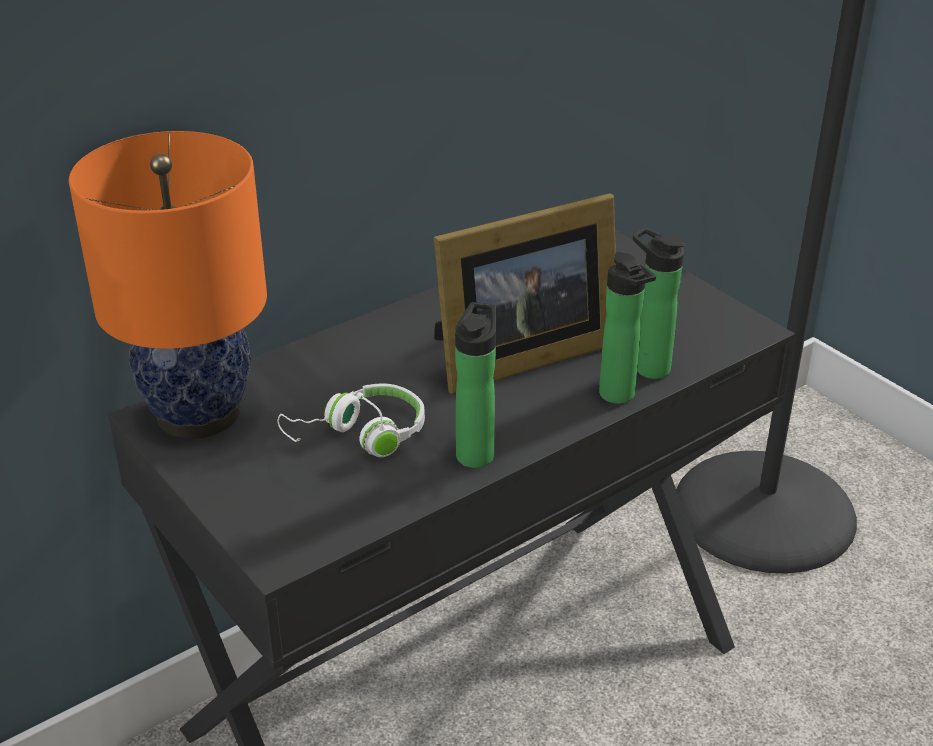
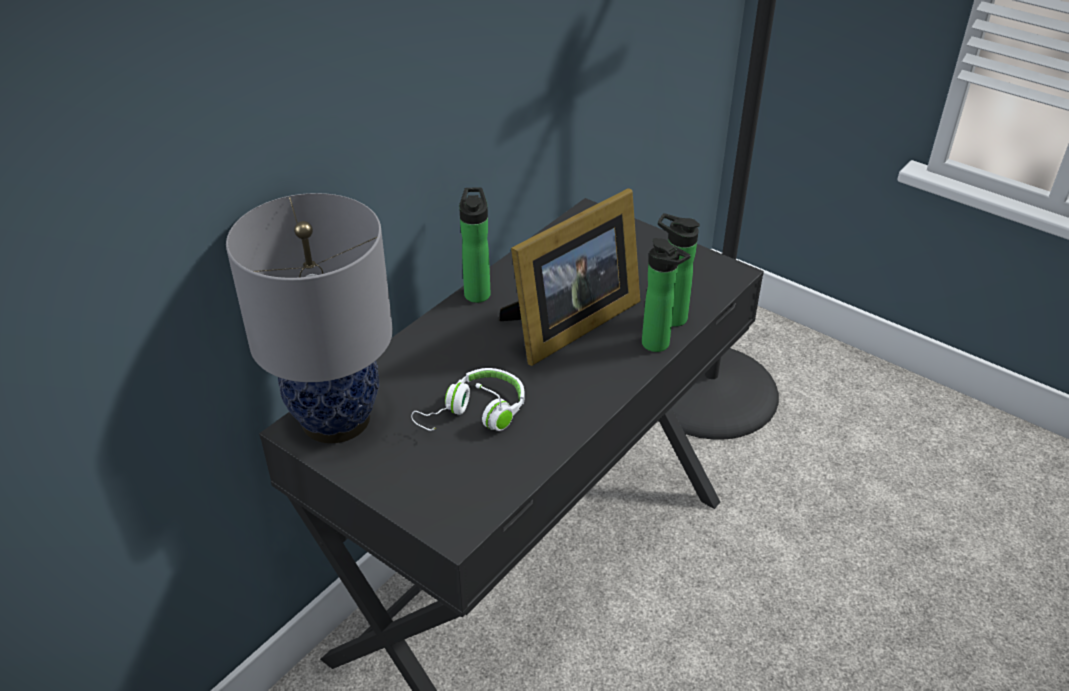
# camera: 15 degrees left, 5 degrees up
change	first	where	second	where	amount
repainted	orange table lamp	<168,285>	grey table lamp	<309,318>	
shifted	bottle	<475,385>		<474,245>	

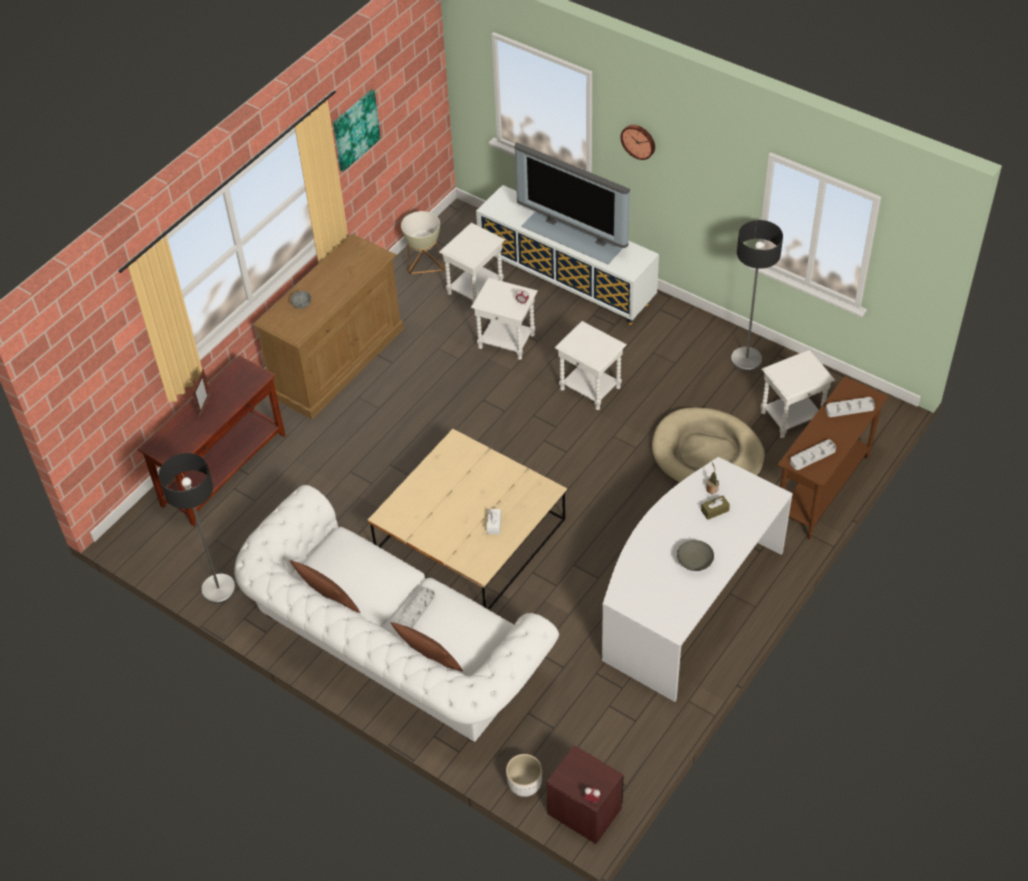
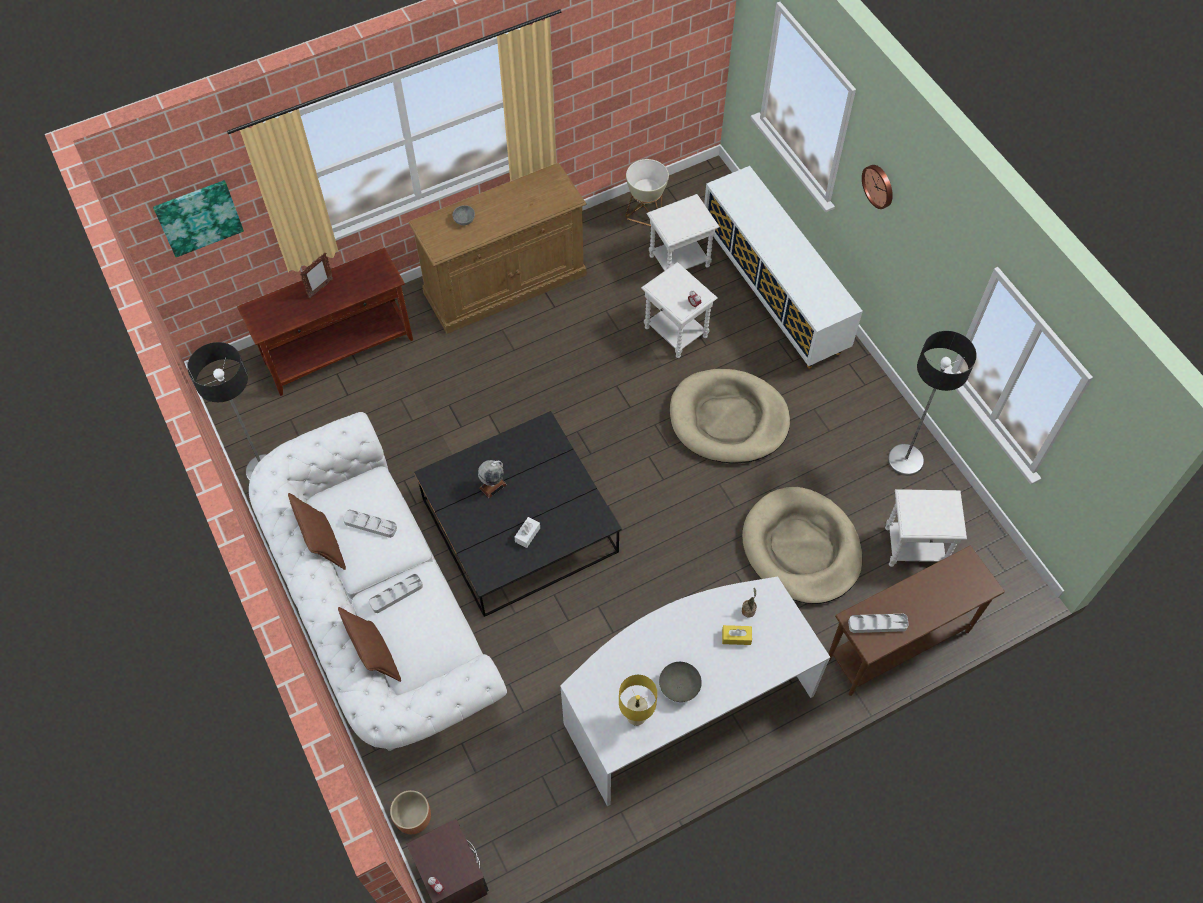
# camera: 25 degrees right, 10 degrees up
change	first	where	second	where	amount
shifted	picture	<357,130>		<198,218>	
shifted	grey tray	<850,407>		<370,523>	
repainted	white planter	<524,775>	brown planter	<410,812>	
repainted	beige coffee table	<467,519>	black coffee table	<517,514>	
new			globe	<492,479>	
new			yellow table lamp	<638,700>	
swapped	white side table	<590,365>	beige dog bed	<730,416>	
repainted	brown tissue box	<715,508>	yellow tissue box	<737,635>	
gone	television	<572,203>			

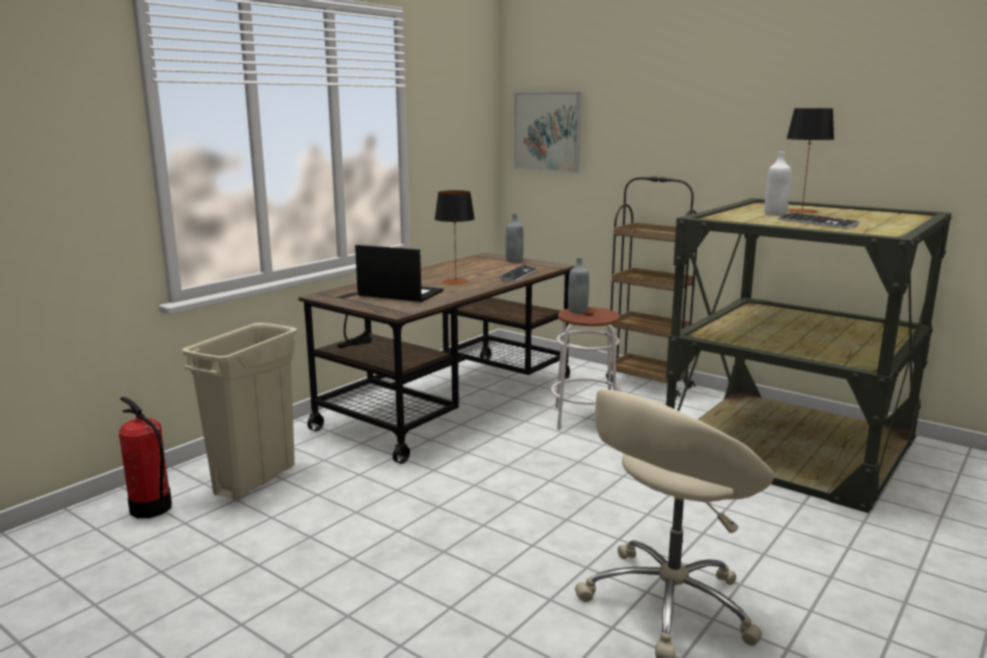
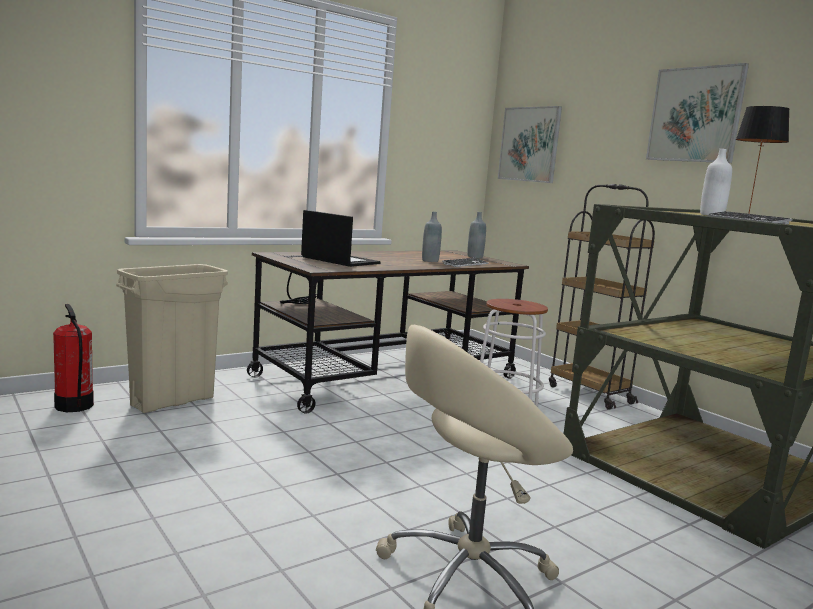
# camera: 15 degrees right, 5 degrees down
change	first	where	second	where	amount
shifted	grey bottle	<578,285>		<432,237>	
new			picture	<697,113>	
gone	table lamp	<455,237>			

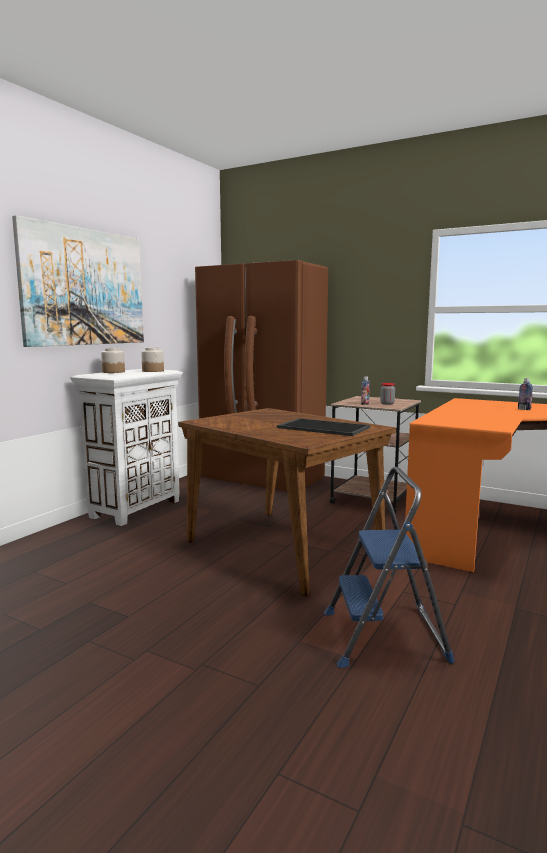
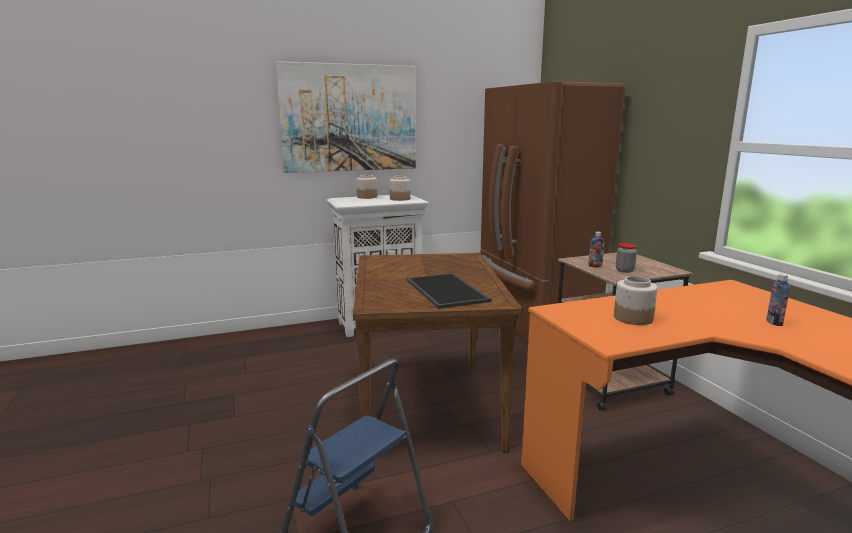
# camera: 40 degrees right, 5 degrees up
change	first	where	second	where	amount
new			jar	<635,300>	

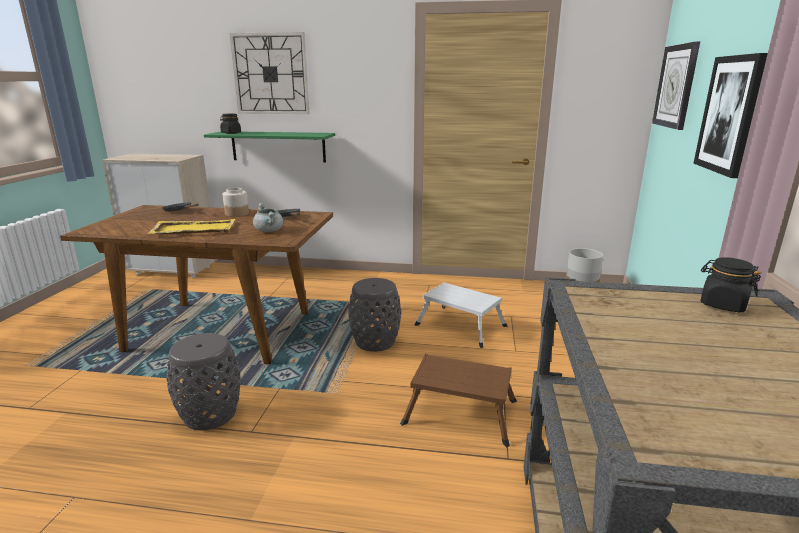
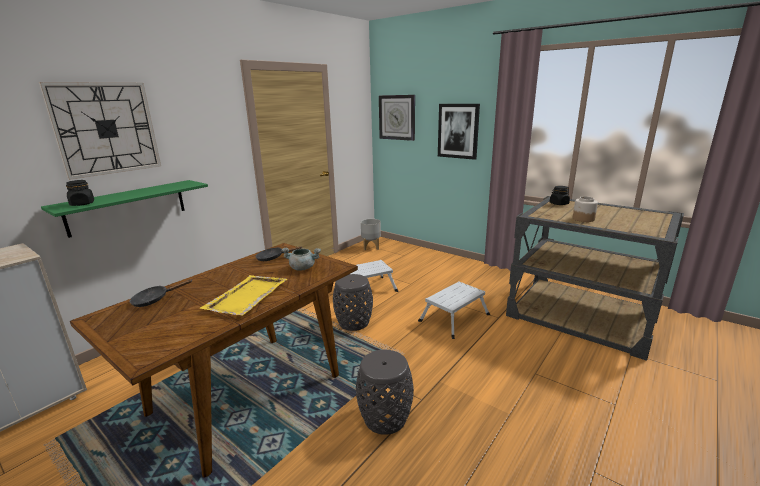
# camera: 60 degrees left, 0 degrees up
change	first	where	second	where	amount
repainted	brown step ladder	<458,400>	white step ladder	<454,310>	
shifted	jar	<236,202>		<585,209>	

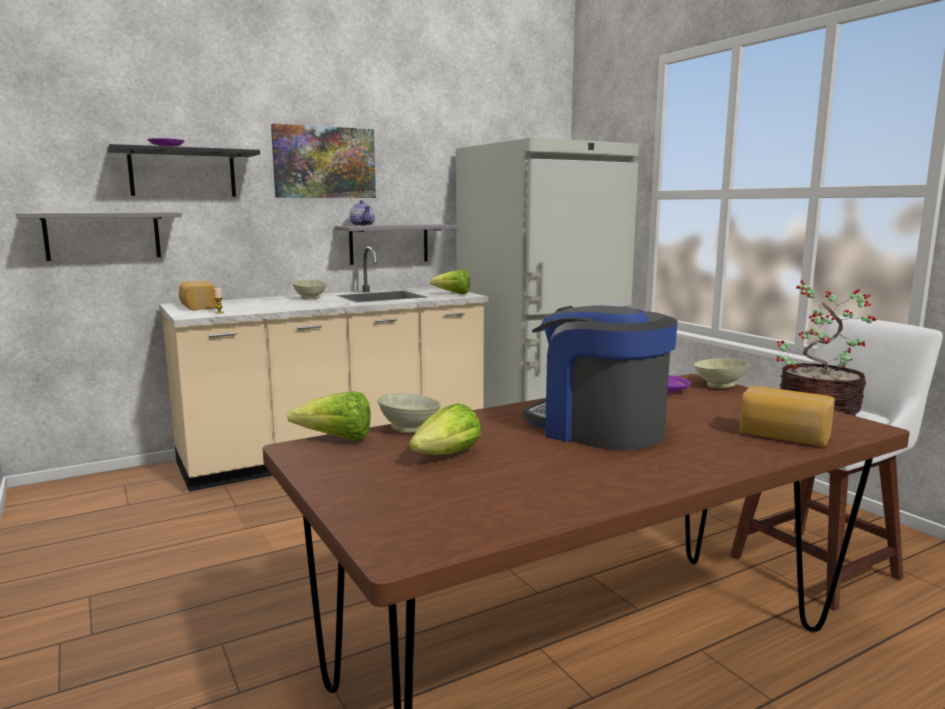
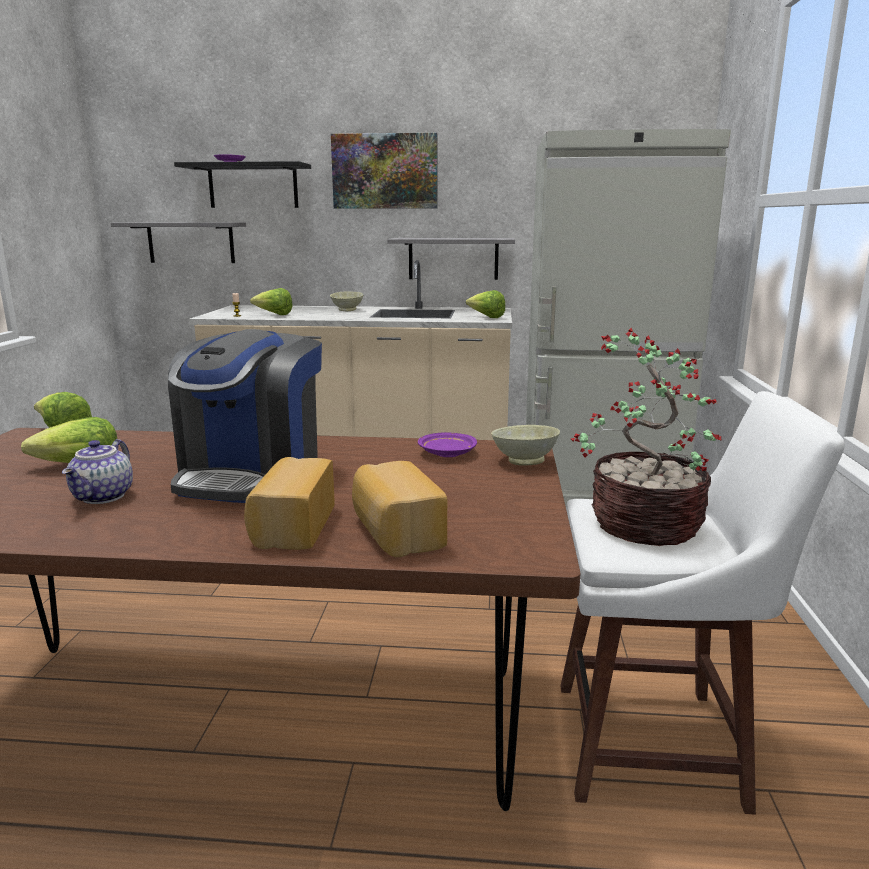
# camera: 35 degrees right, 5 degrees up
change	first	where	second	where	amount
shifted	teapot	<362,213>		<97,471>	
rotated	coffee machine	<600,378>		<245,416>	150 degrees counterclockwise
shifted	bread	<198,296>		<289,503>	
new			lettuce	<271,301>	
gone	beige bowl	<409,413>			

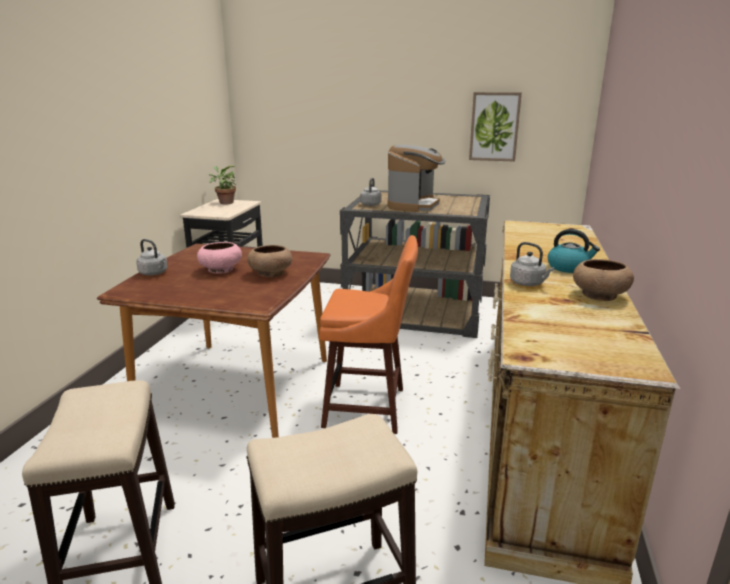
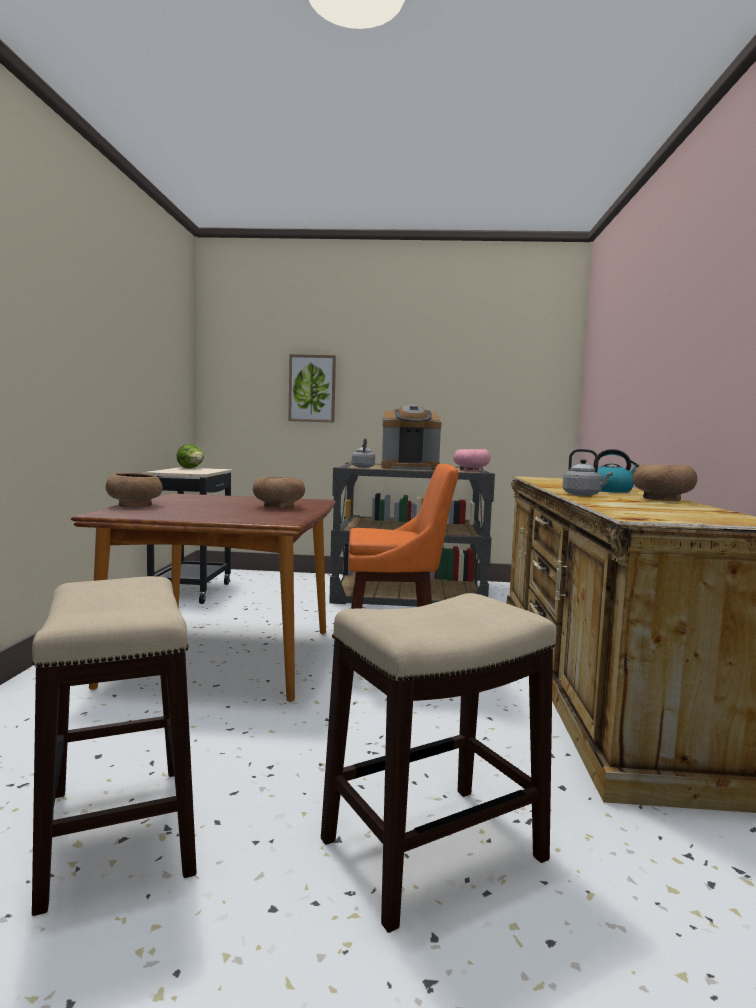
# camera: 10 degrees left, 15 degrees down
change	first	where	second	where	amount
swapped	grey kettle	<152,257>	brown bowl	<134,490>	
swapped	potted plant	<223,184>	lettuce	<190,456>	
shifted	picture	<495,127>		<312,388>	
rotated	coffee machine	<416,178>		<411,437>	75 degrees clockwise
shifted	pink bowl	<219,257>		<472,460>	

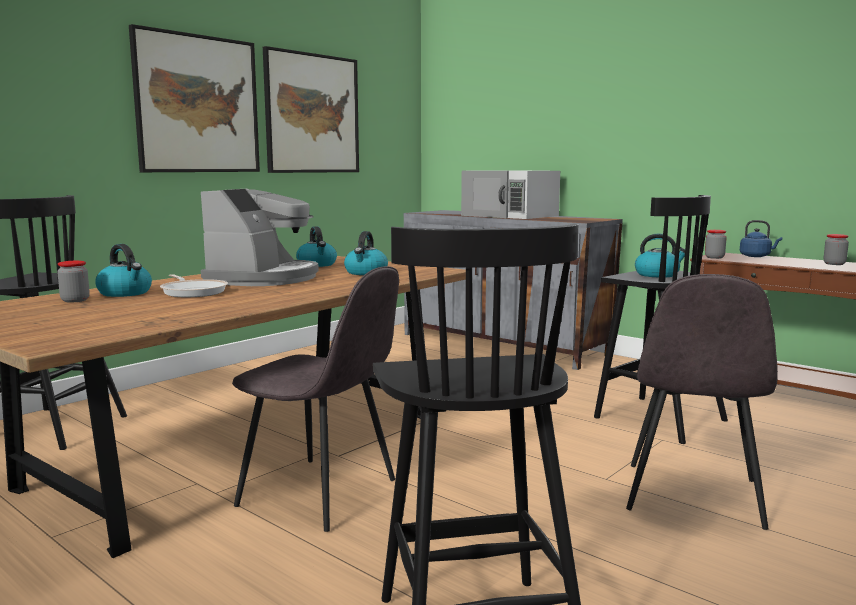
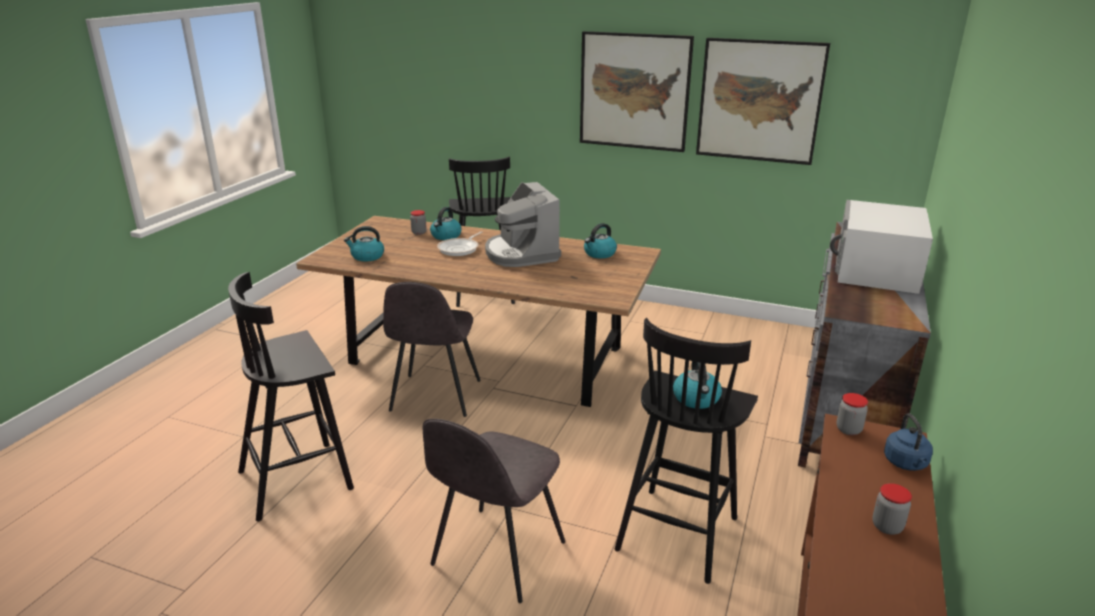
# camera: 70 degrees right, 15 degrees up
change	first	where	second	where	amount
shifted	kettle	<366,253>		<364,243>	
rotated	grey chair	<702,402>		<494,511>	60 degrees counterclockwise
rotated	coffee machine	<260,237>		<523,224>	75 degrees clockwise

